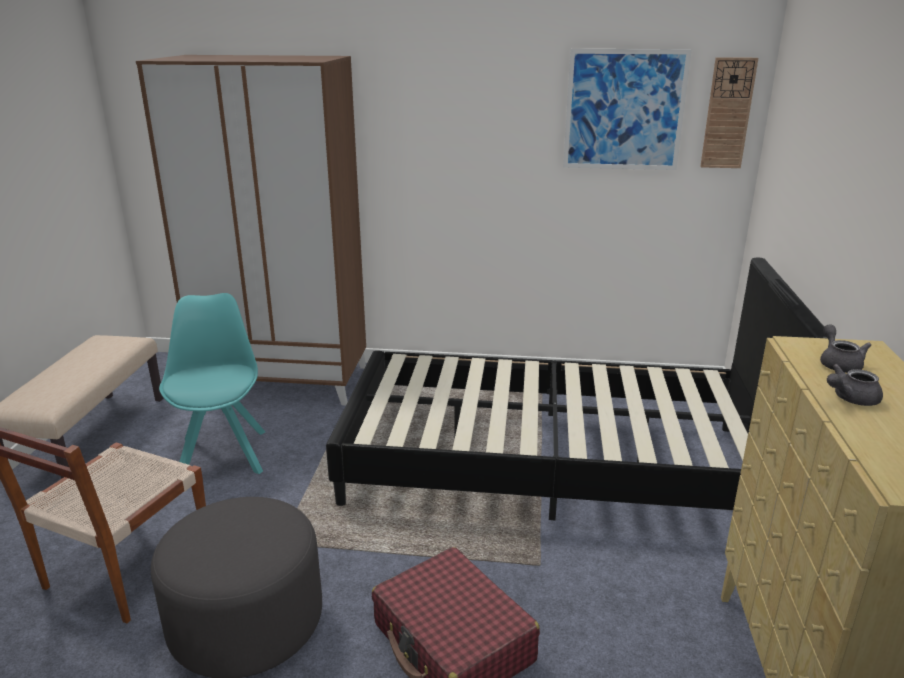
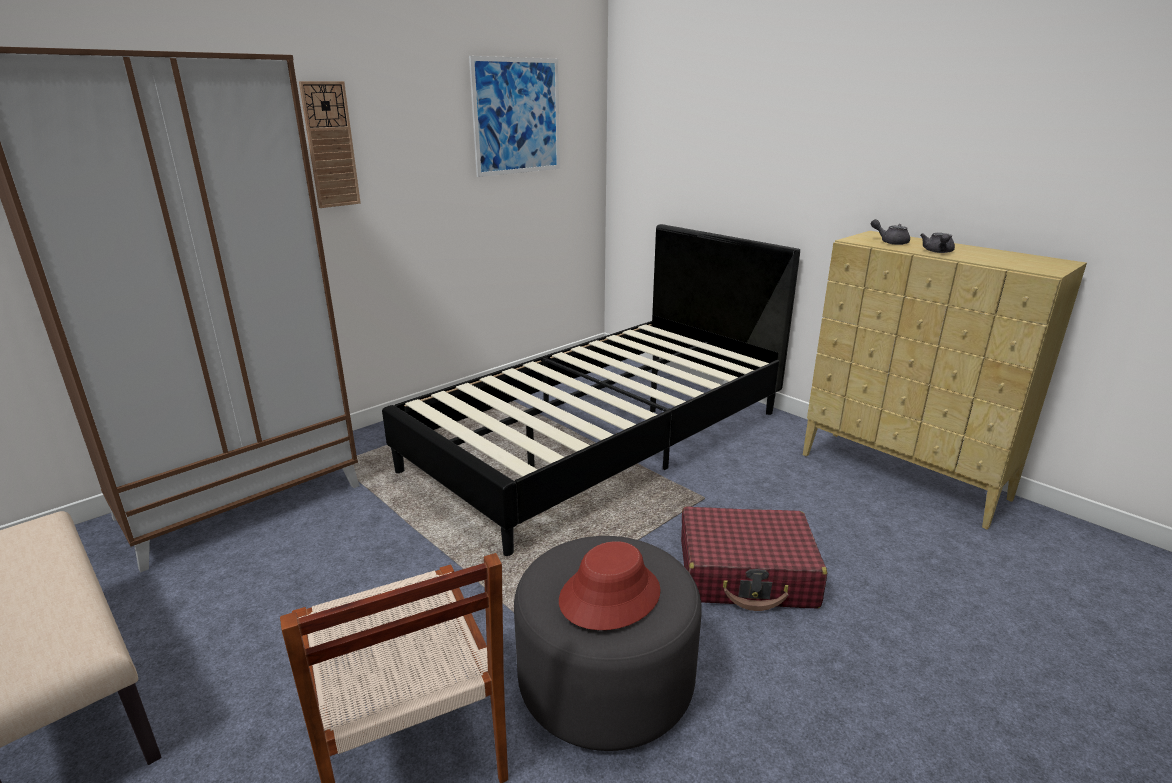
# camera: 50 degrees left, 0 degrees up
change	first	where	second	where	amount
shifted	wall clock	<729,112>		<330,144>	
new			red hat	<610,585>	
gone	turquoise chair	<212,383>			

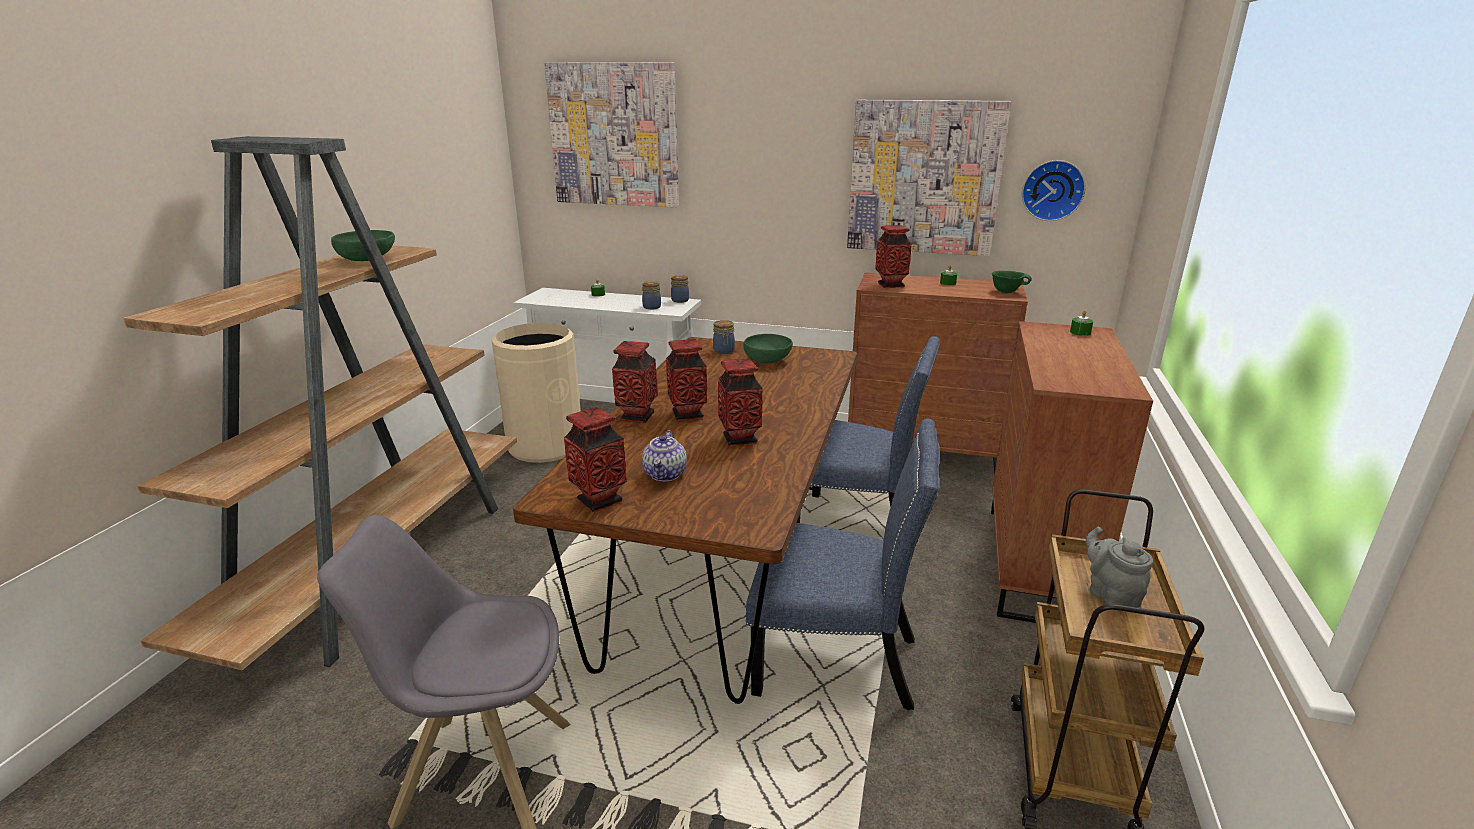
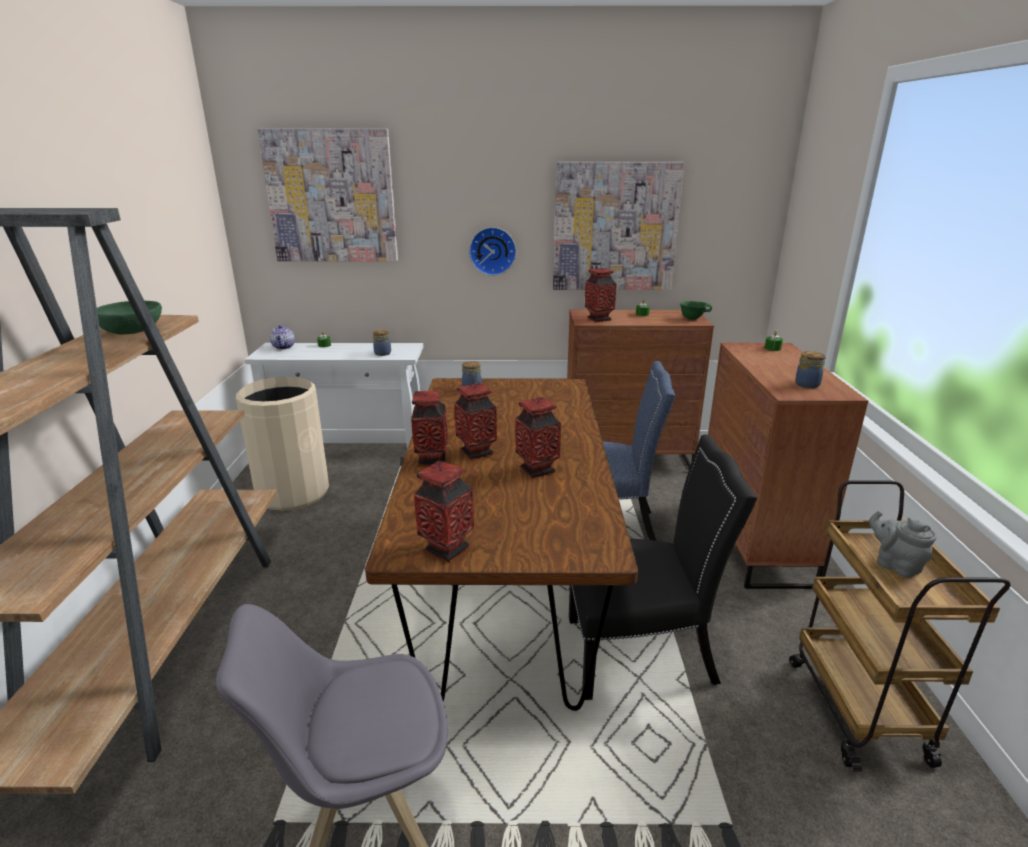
# camera: 15 degrees left, 0 degrees up
change	first	where	second	where	amount
shifted	teapot	<664,455>		<282,337>	
shifted	wall clock	<1054,190>		<492,251>	
repainted	blue chair	<843,564>	black chair	<663,567>	
shifted	jar	<680,289>		<810,369>	
gone	green bowl	<768,348>			

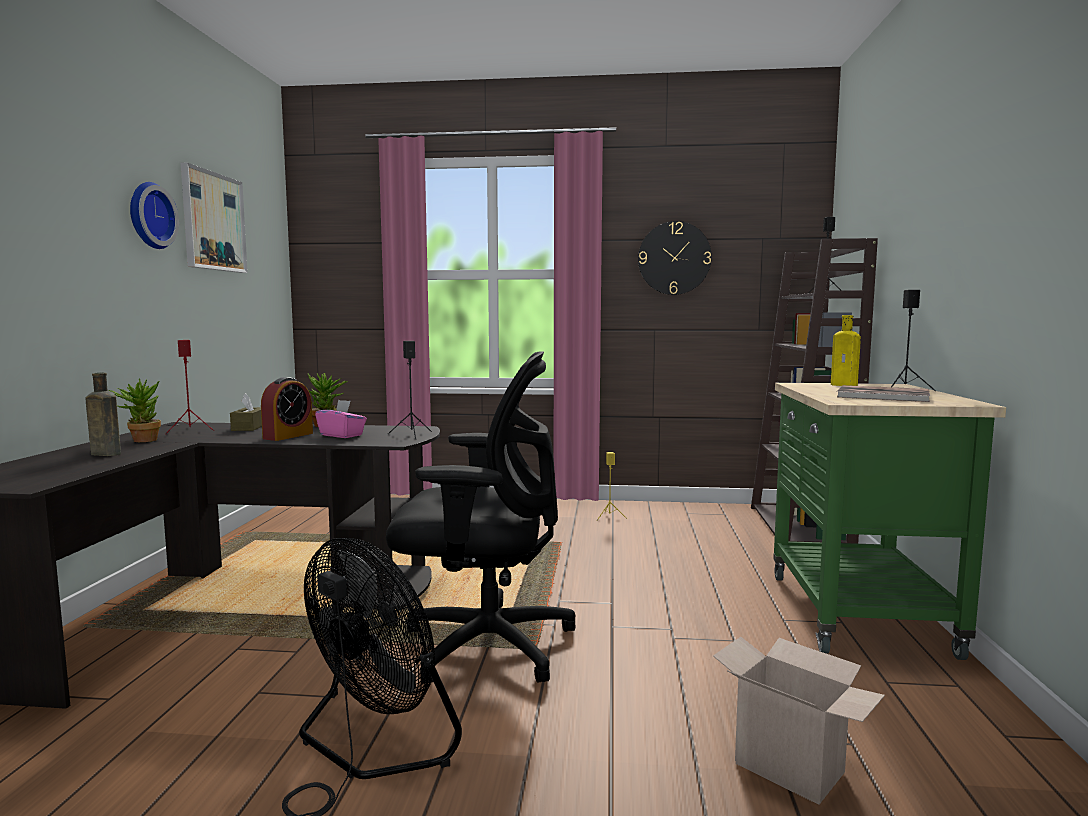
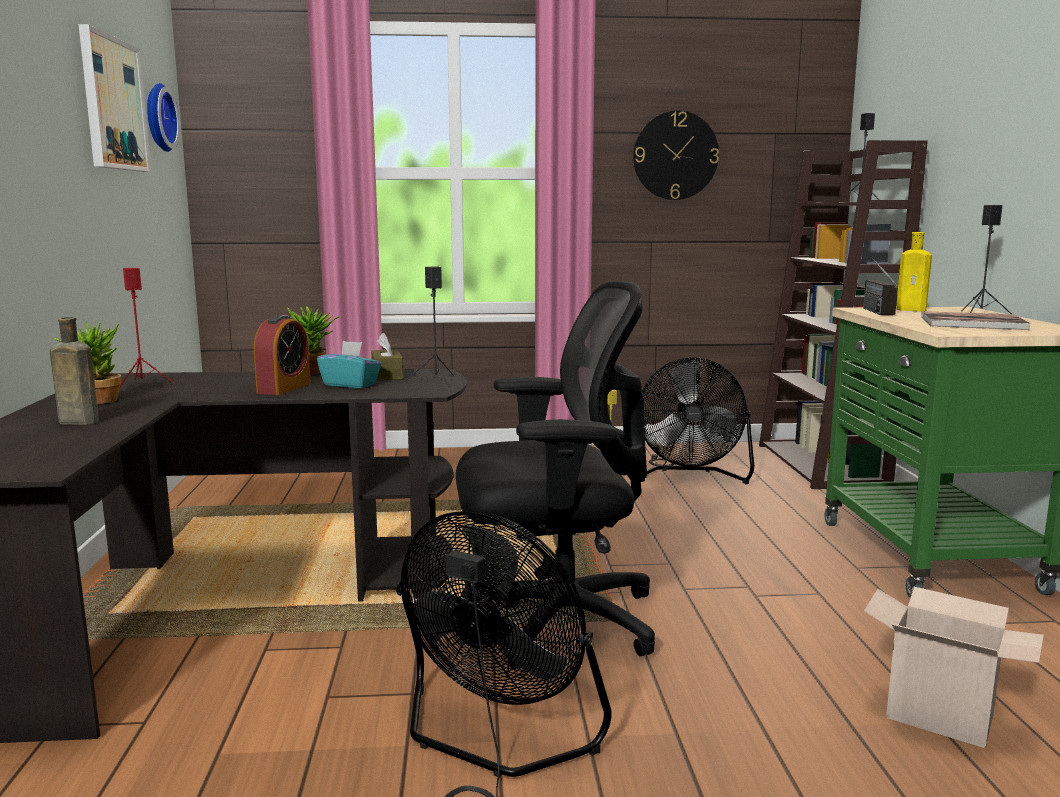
# camera: 10 degrees left, 5 degrees up
change	first	where	second	where	amount
shifted	wall clock	<154,215>		<163,117>	
repainted	pink tissue box	<341,419>	turquoise tissue box	<349,364>	
shifted	brown tissue box	<246,412>		<387,357>	
new			black fan	<698,420>	
new			radio	<880,285>	

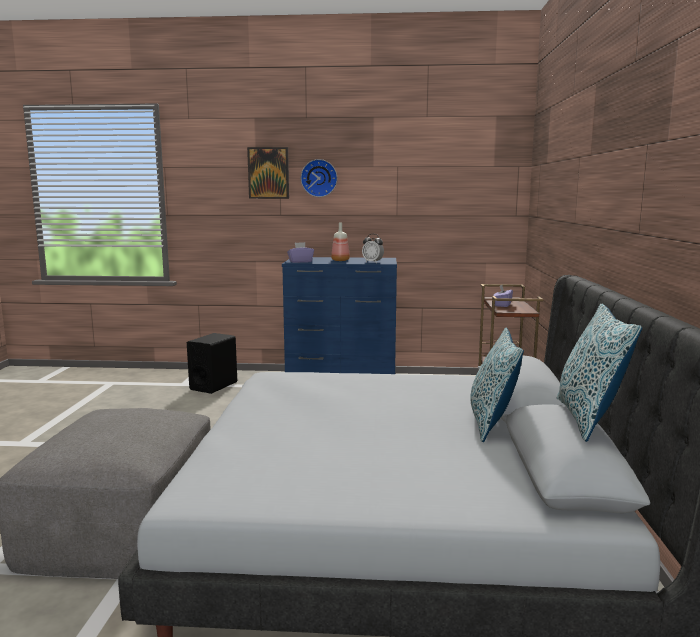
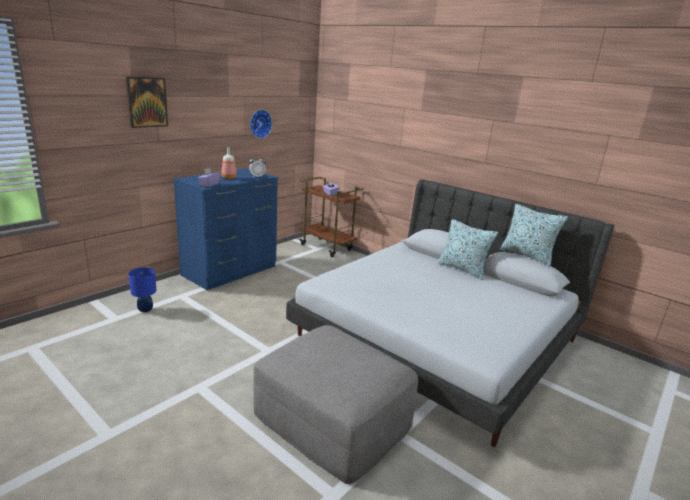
# camera: 55 degrees left, 10 degrees up
change	first	where	second	where	amount
swapped	black speaker	<212,363>	blue table lamp	<142,289>	
shifted	wall clock	<319,178>		<261,124>	

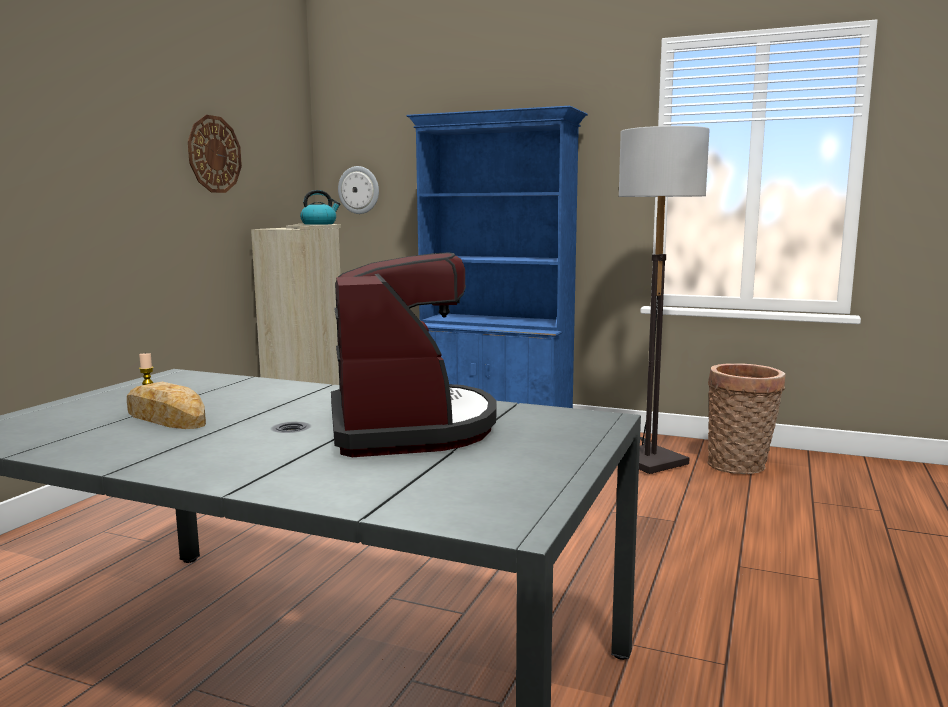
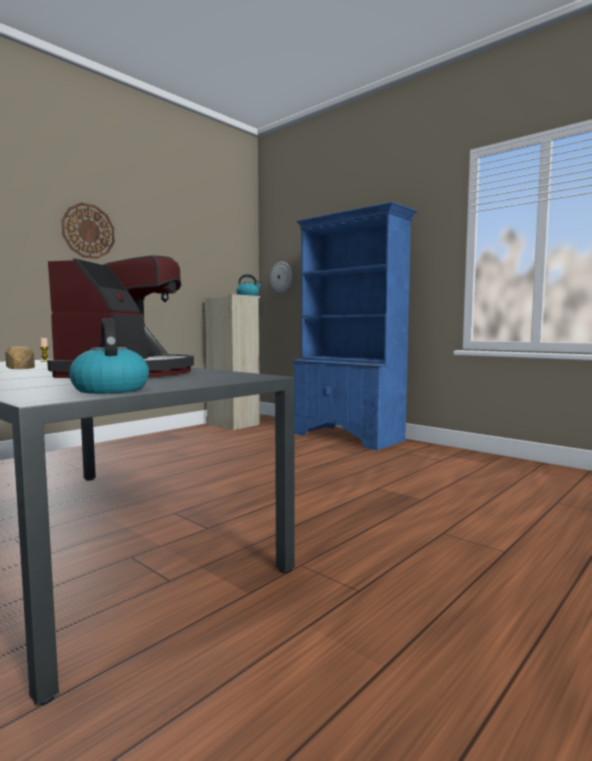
# camera: 20 degrees right, 5 degrees down
change	first	where	second	where	amount
shifted	wall clock	<215,154>		<88,231>	
new			kettle	<109,356>	
gone	floor lamp	<664,300>			
gone	basket	<746,418>			

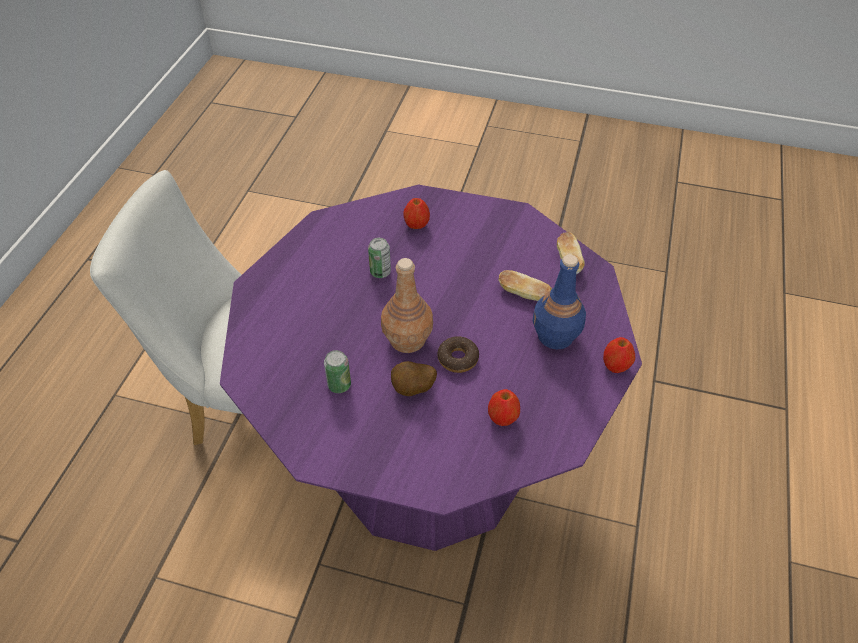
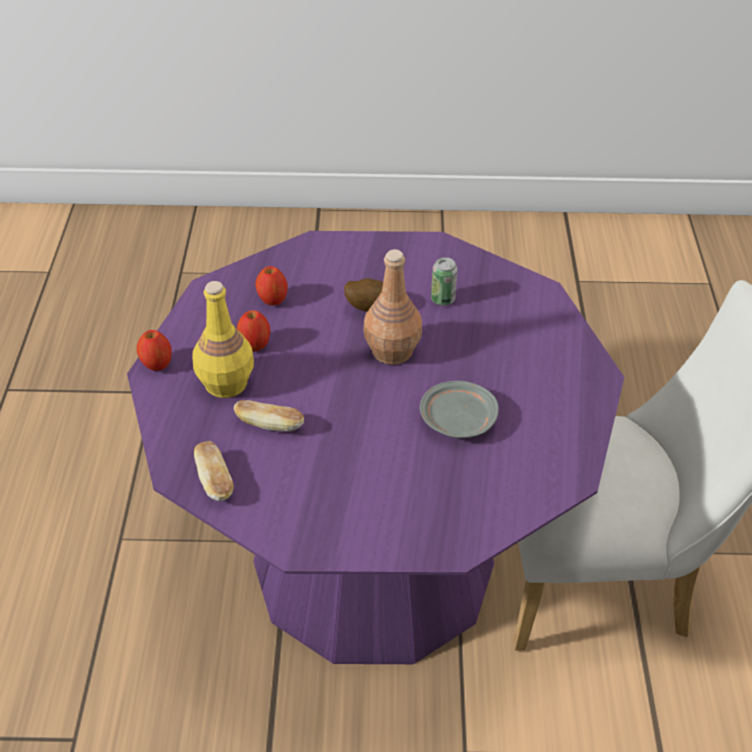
# camera: 165 degrees right, 5 degrees down
change	first	where	second	where	amount
repainted	blue bottle	<559,301>	yellow bottle	<223,339>	
shifted	apple	<416,213>		<254,331>	
swapped	can	<379,258>	grey plate	<459,409>	
gone	donut	<458,354>			

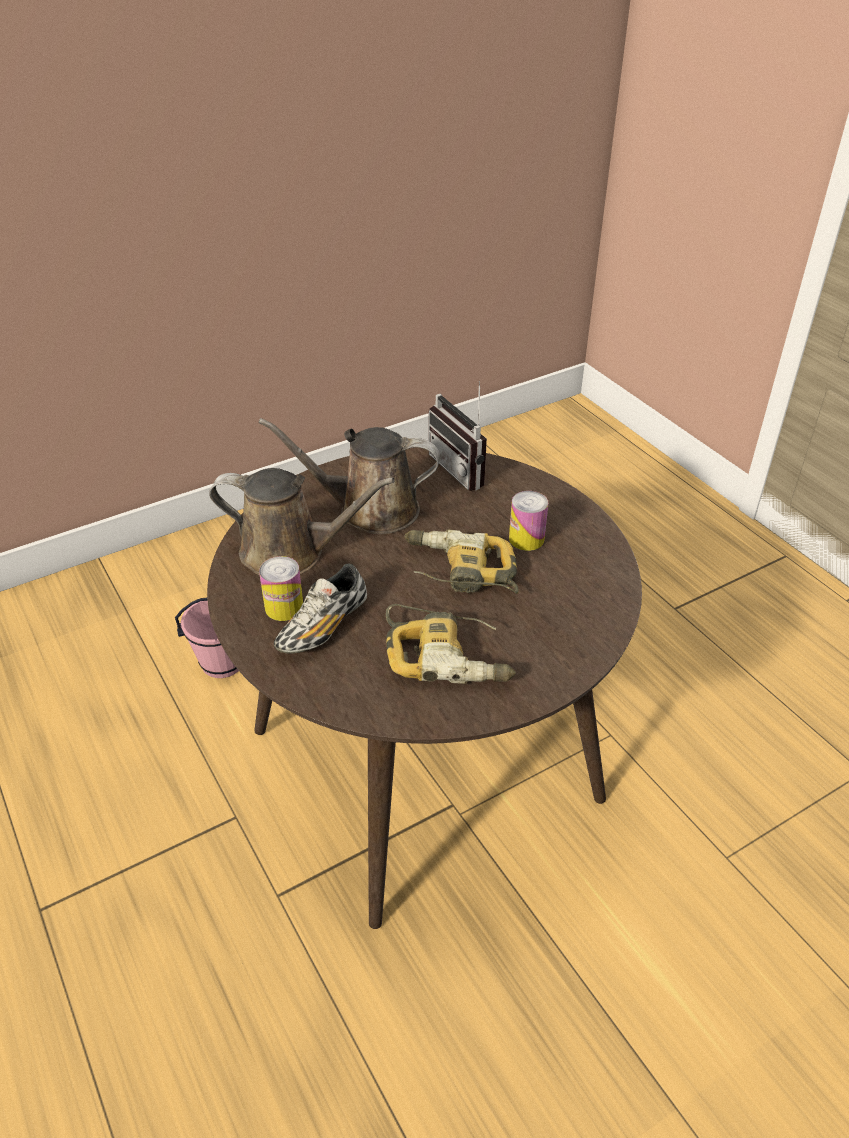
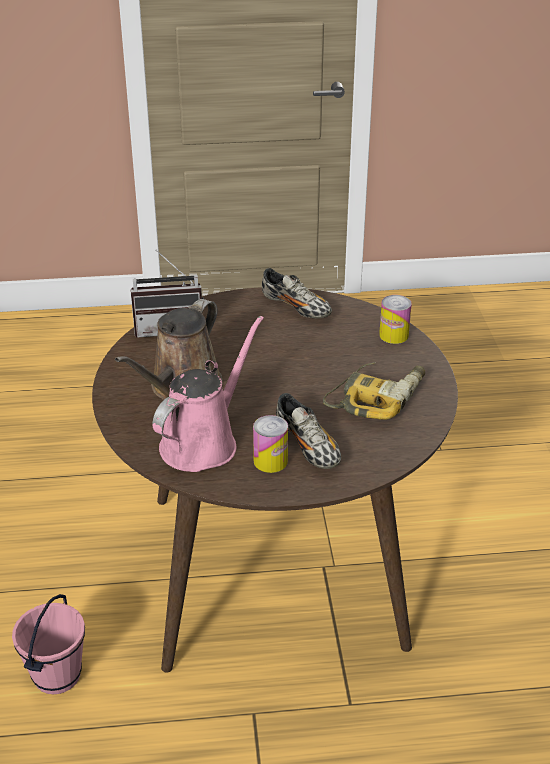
# camera: 65 degrees left, 5 degrees down
change	first	where	second	where	amount
repainted	brown watering can	<302,522>	pink watering can	<208,394>	
new			shoe	<297,293>	
shifted	can	<528,521>		<395,319>	
gone	power drill	<461,561>			

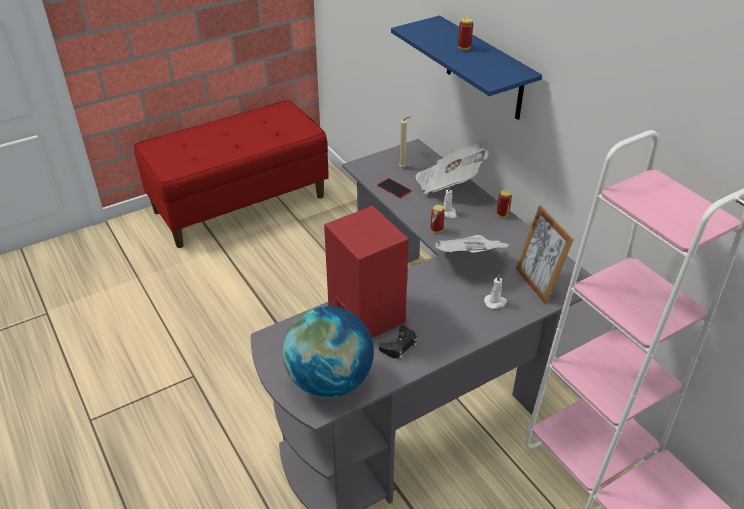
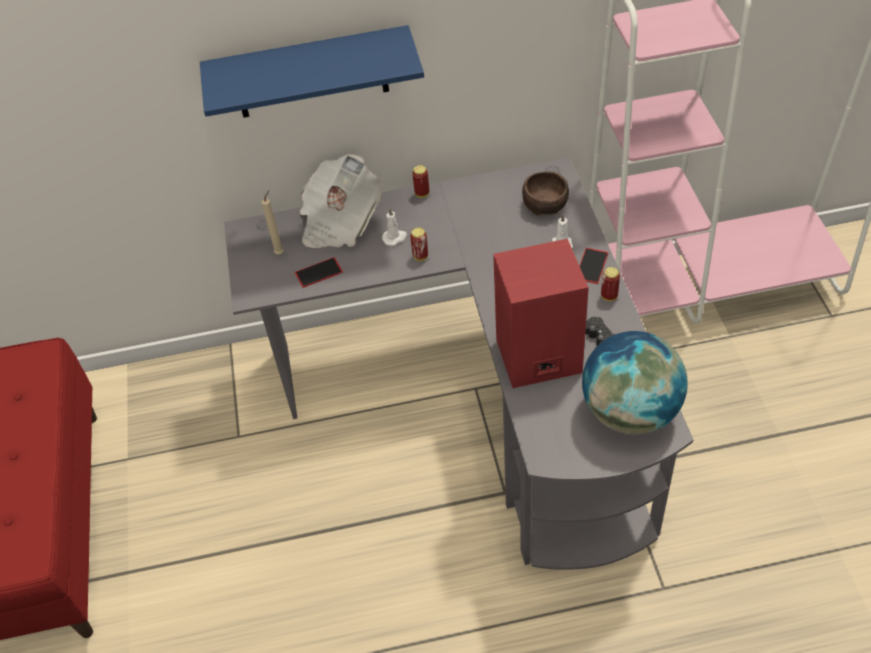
# camera: 65 degrees left, 10 degrees up
change	first	where	second	where	amount
swapped	picture frame	<545,254>	brown bowl	<545,193>	
new			phone	<594,266>	
shifted	can	<465,34>		<610,284>	
gone	newspaper	<472,244>			

